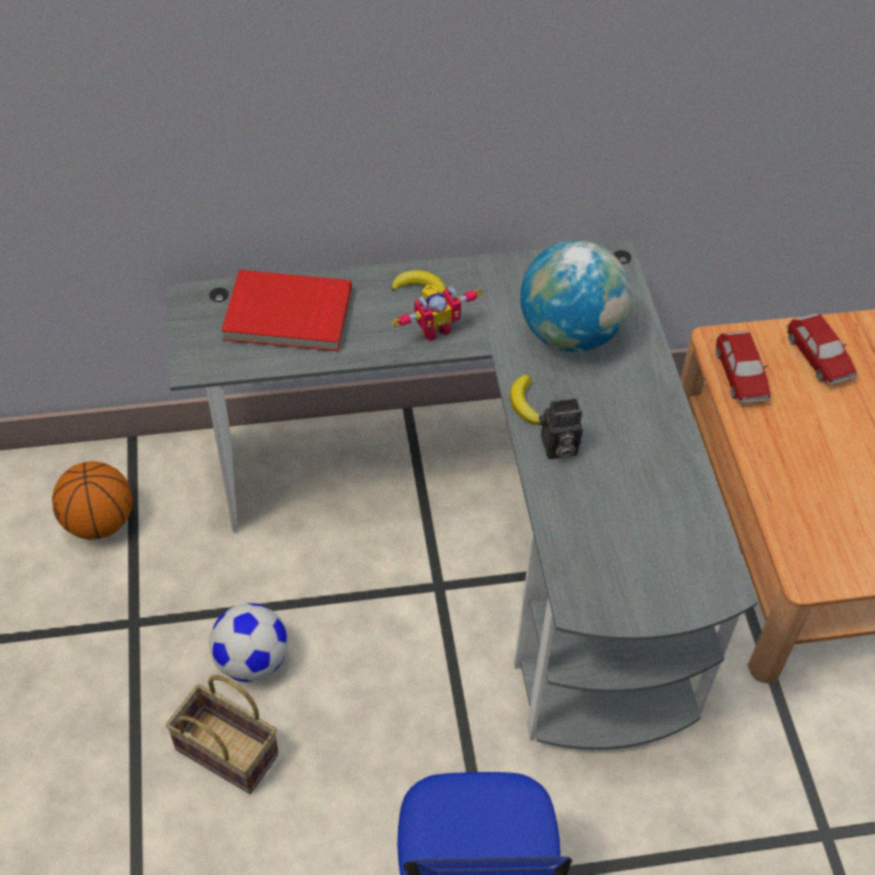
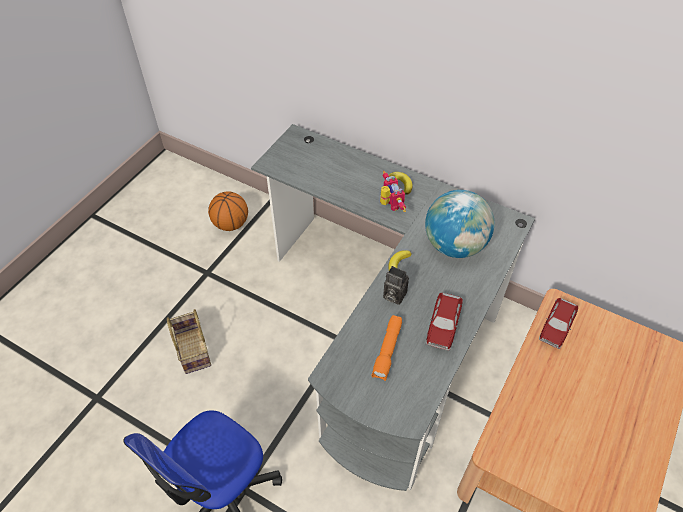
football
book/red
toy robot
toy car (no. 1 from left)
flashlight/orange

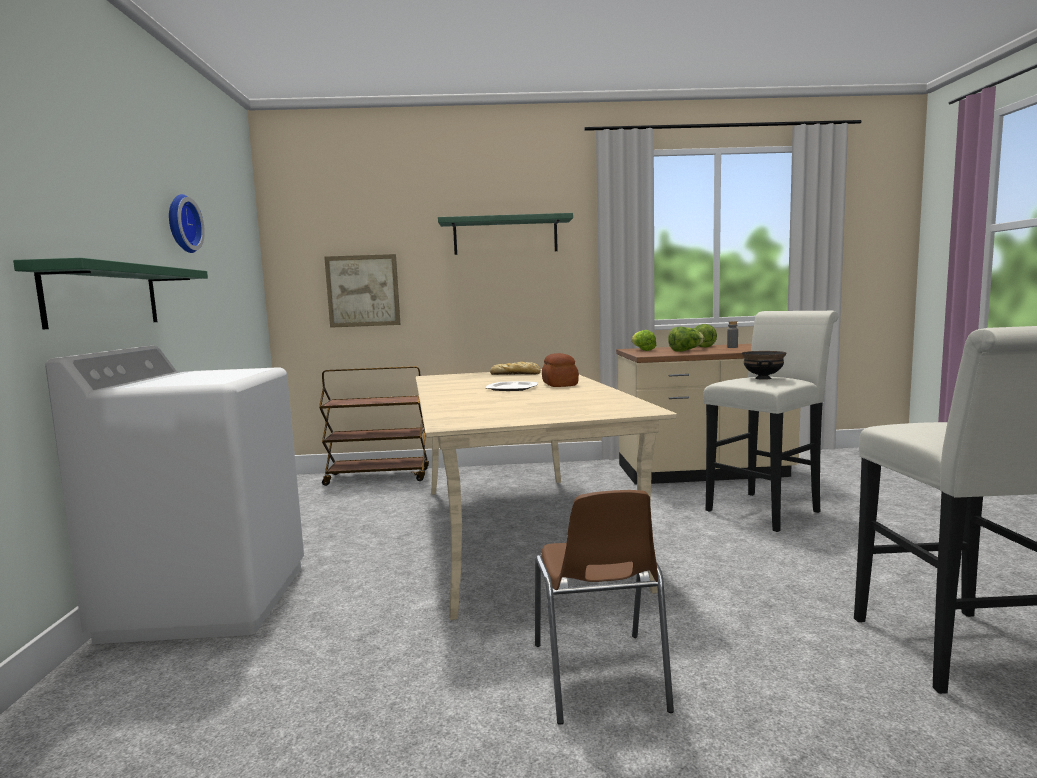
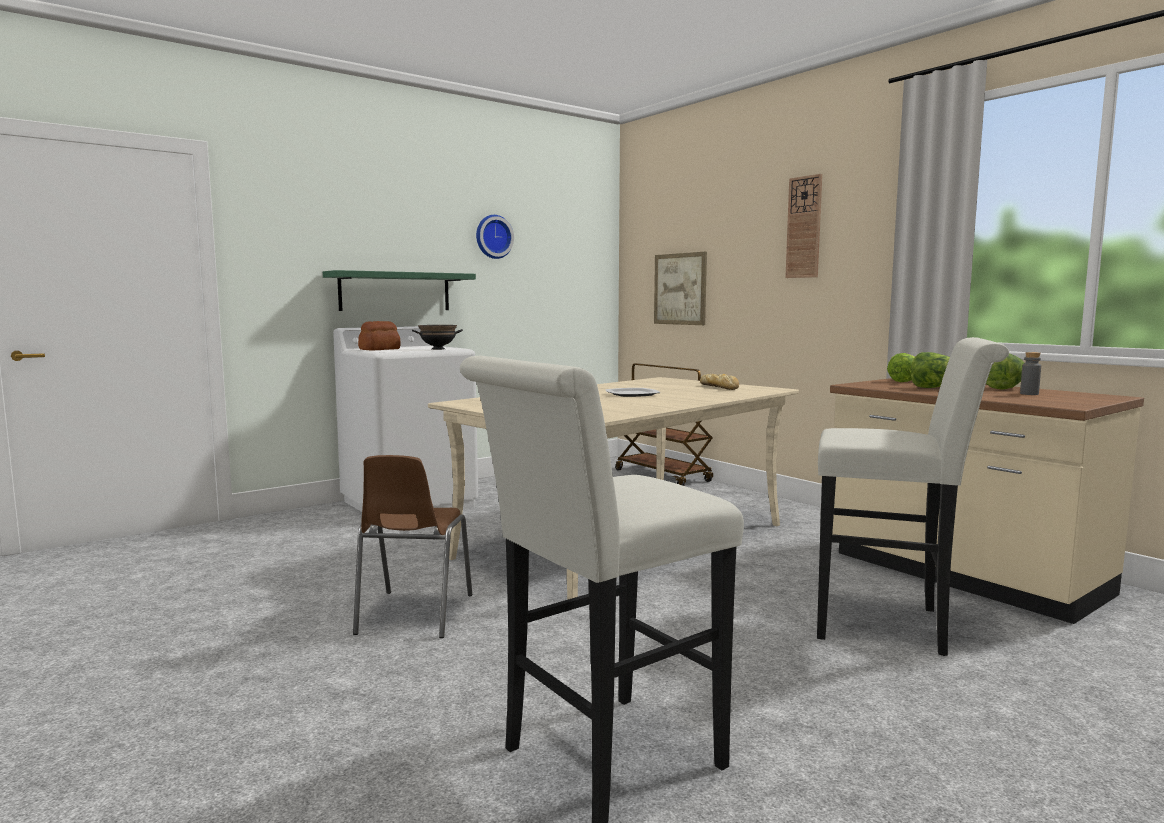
wall clock (no. 2 from left)
chair/brown
bread (no. 1 from left)
bowl/black

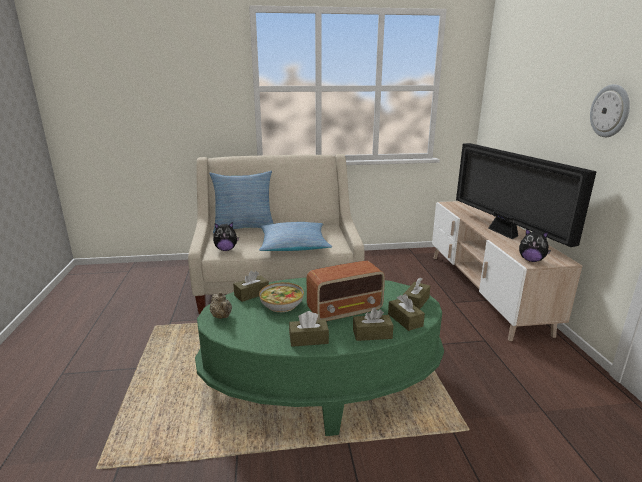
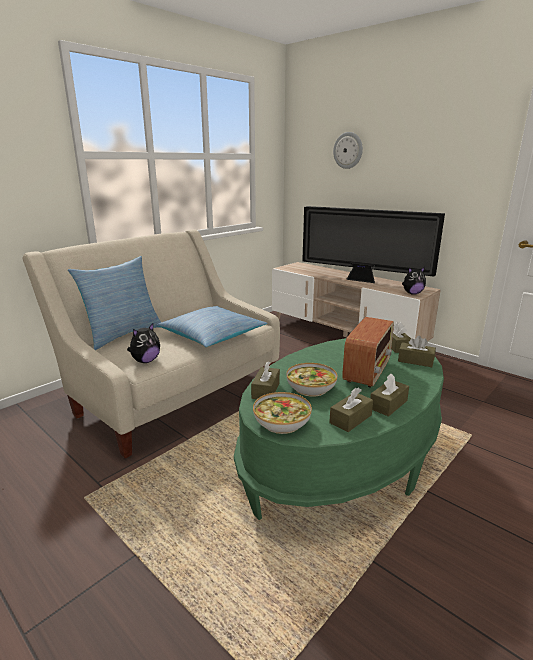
bowl (no. 1 from left)
tissue box/brown (no. 2 from left)
wall clock

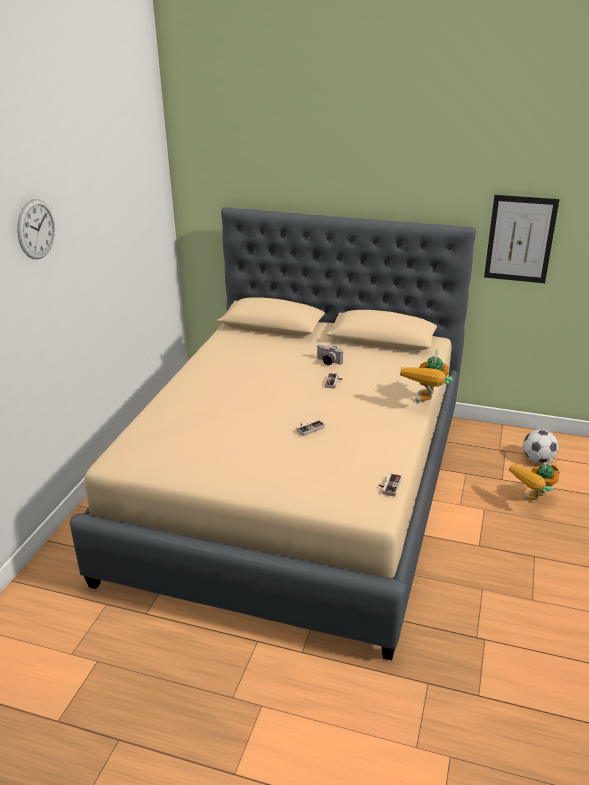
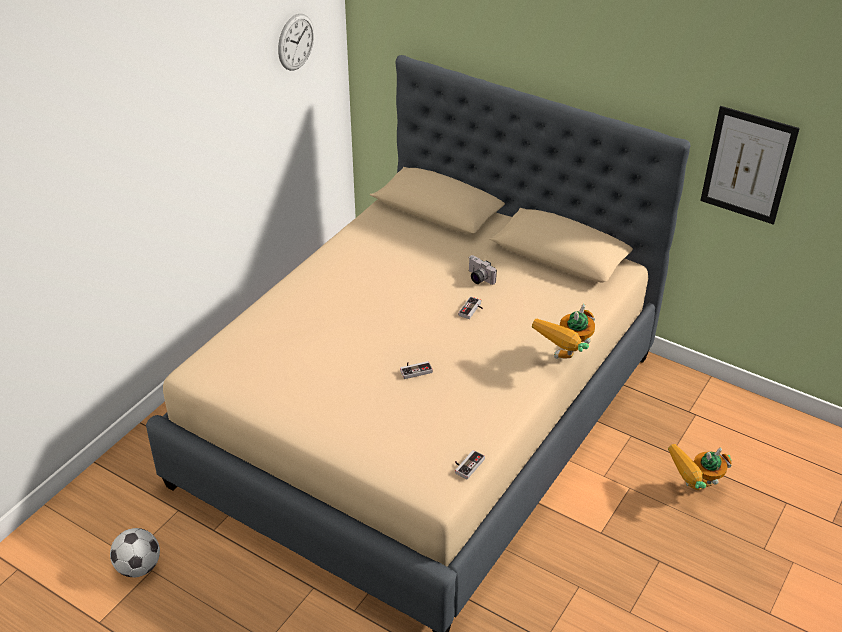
wall clock
football

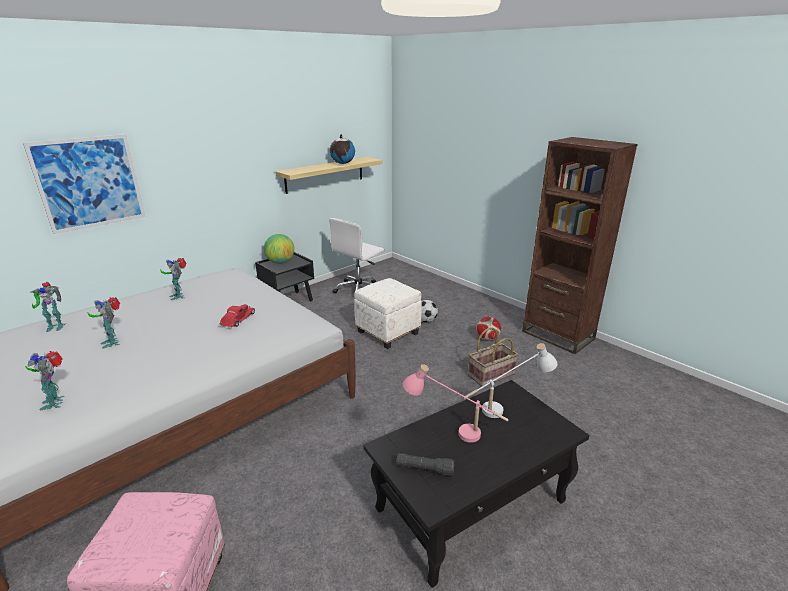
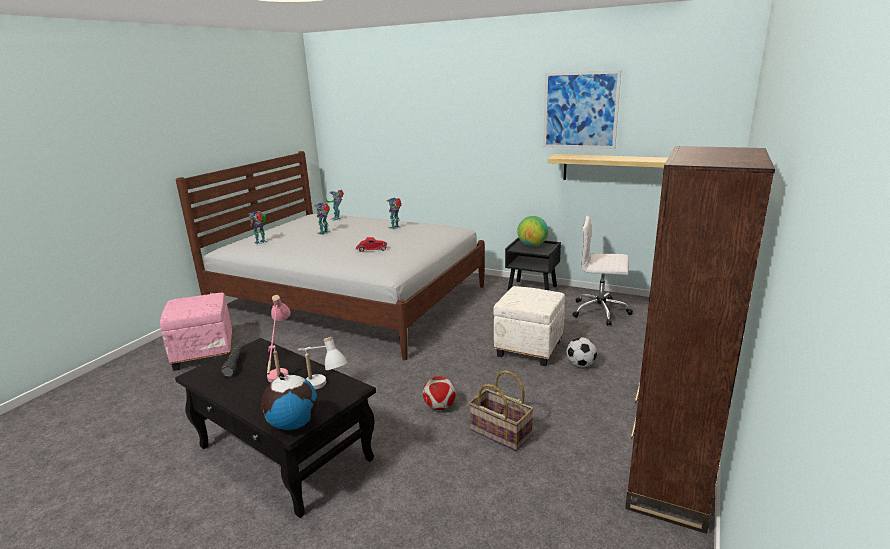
picture
globe (no. 1 from left)
football (no. 1 from left)

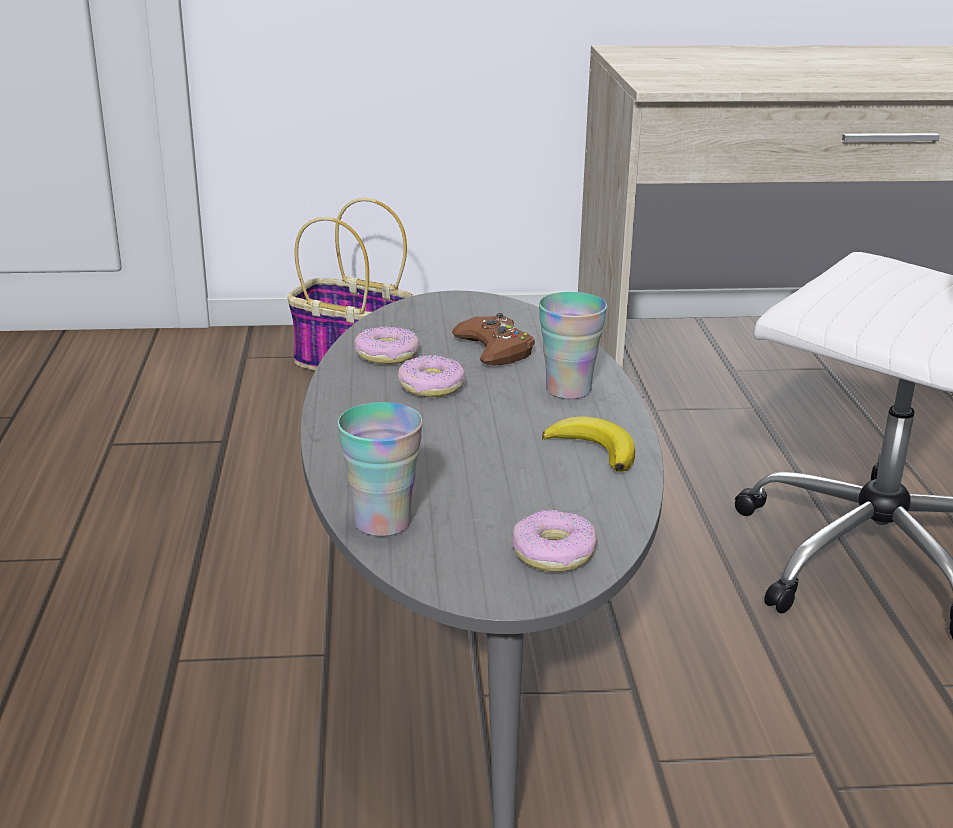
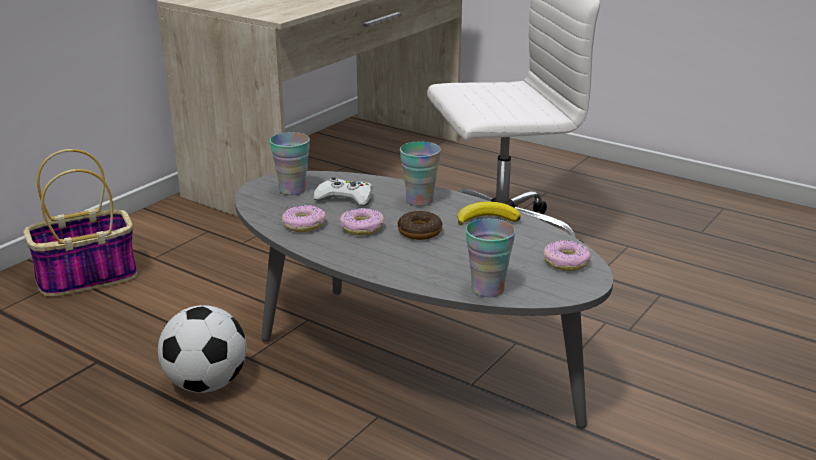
game controller/white
football
cup (no. 1 from left)
donut (no. 3 from left)

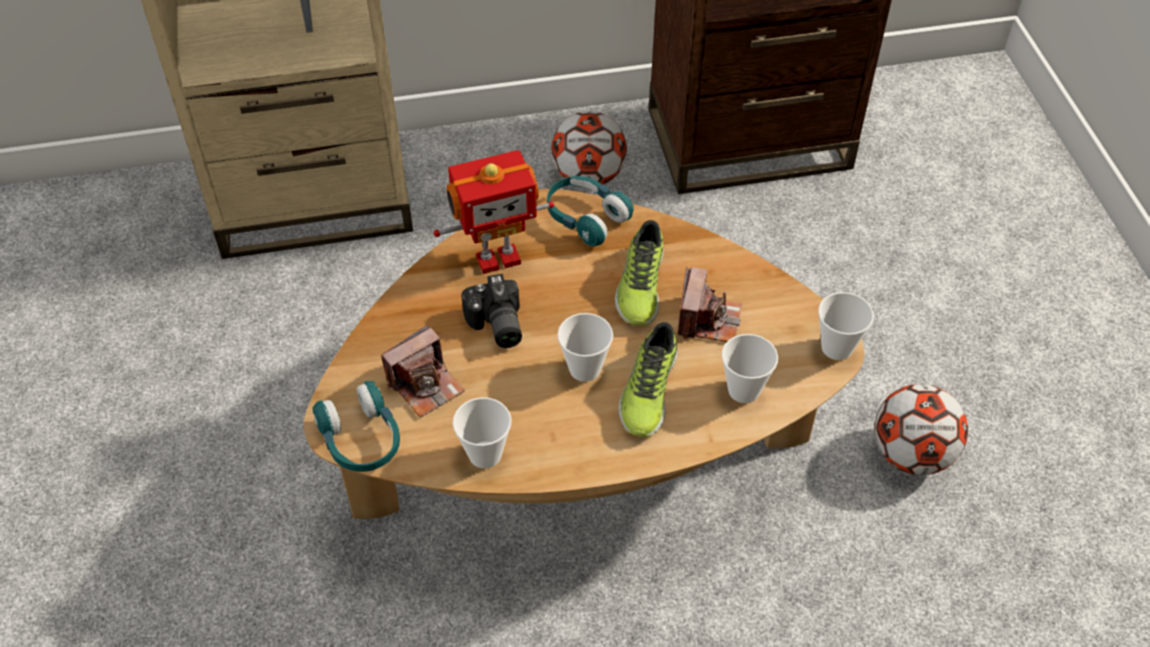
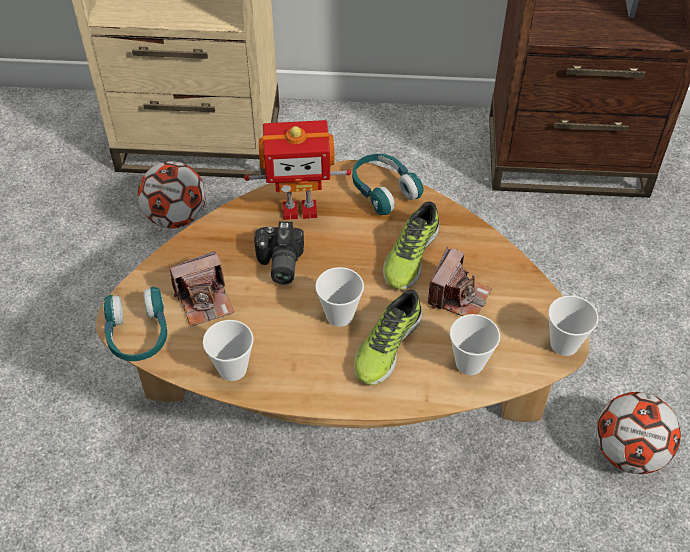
football (no. 1 from left)

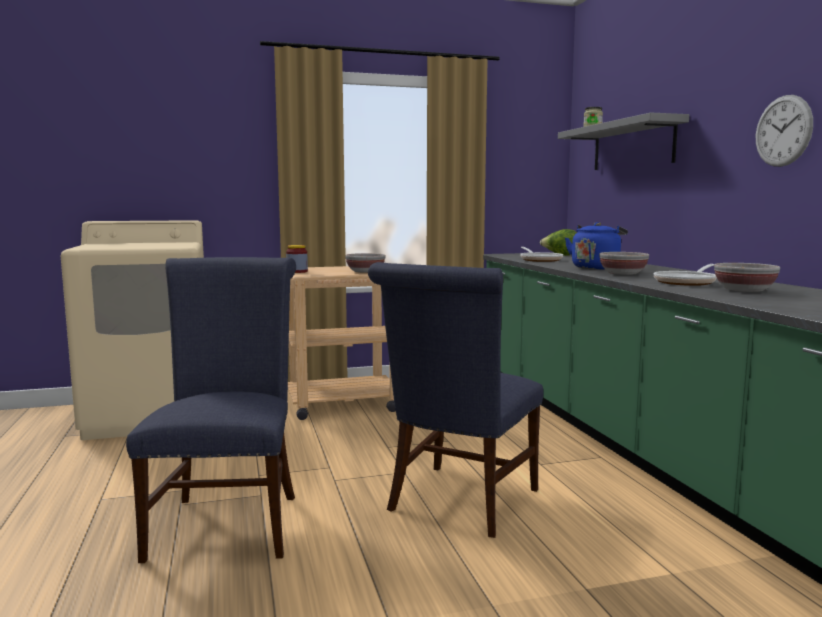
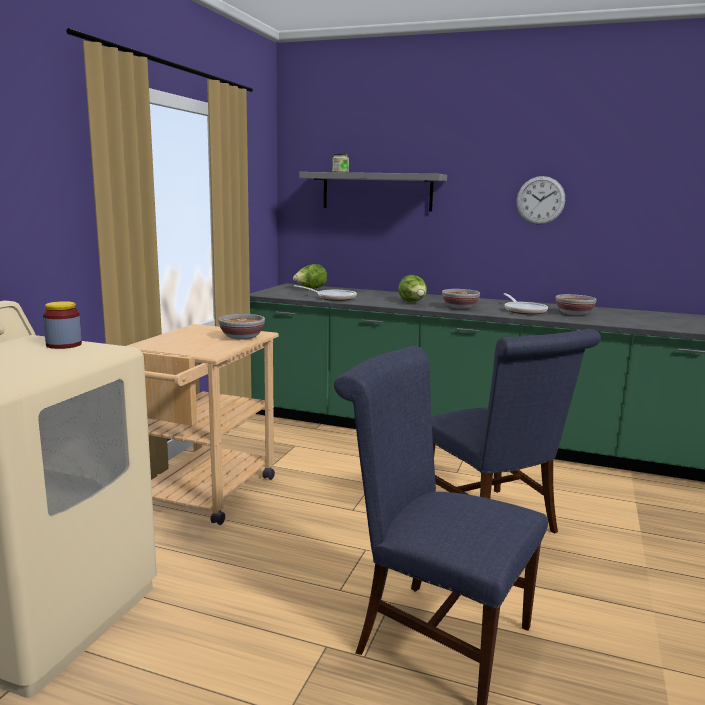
jar (no. 1 from left)
lettuce (no. 2 from left)

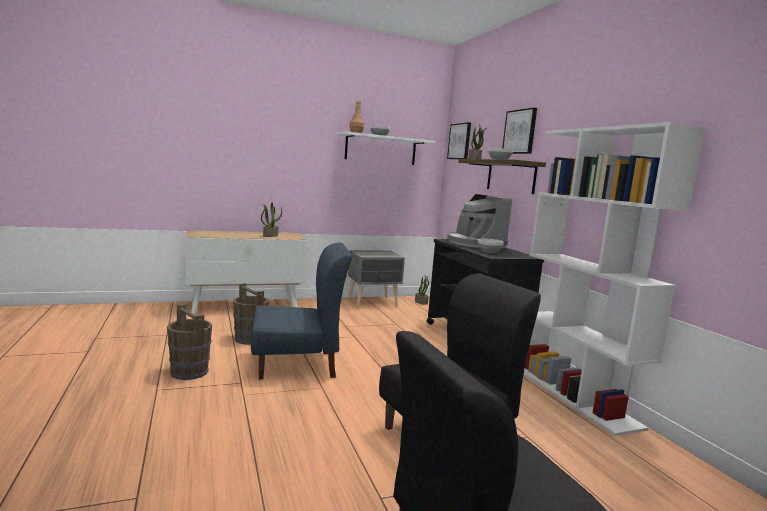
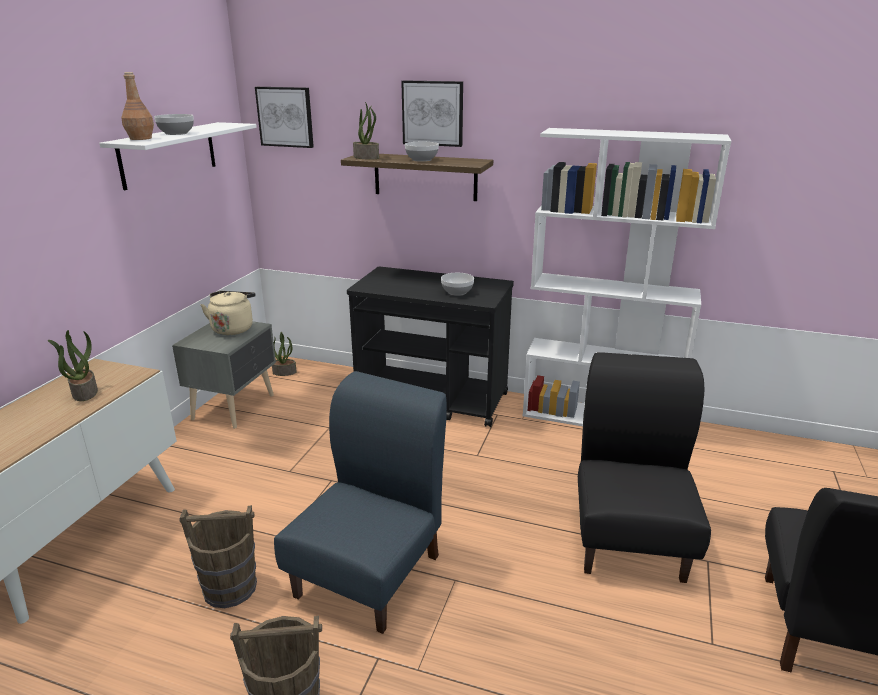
coffee machine
kettle/beige

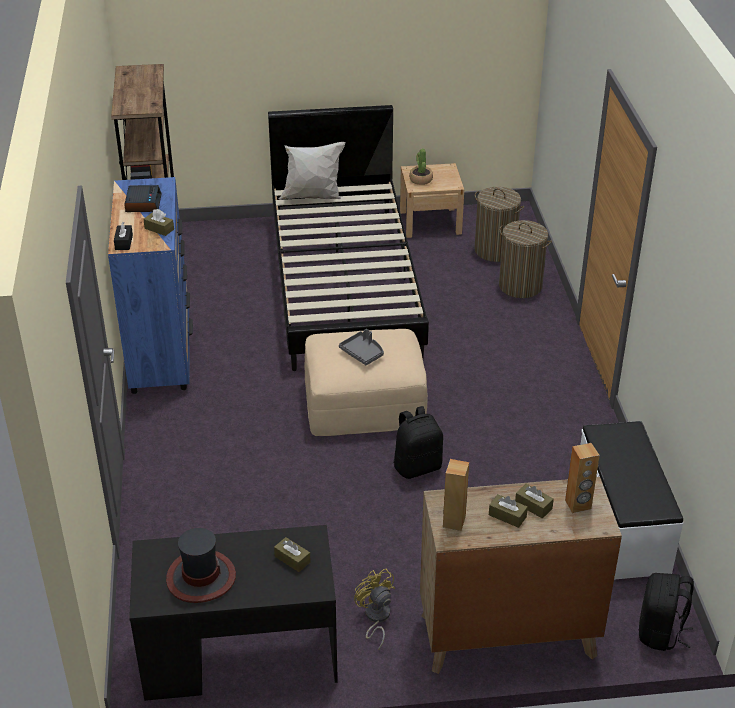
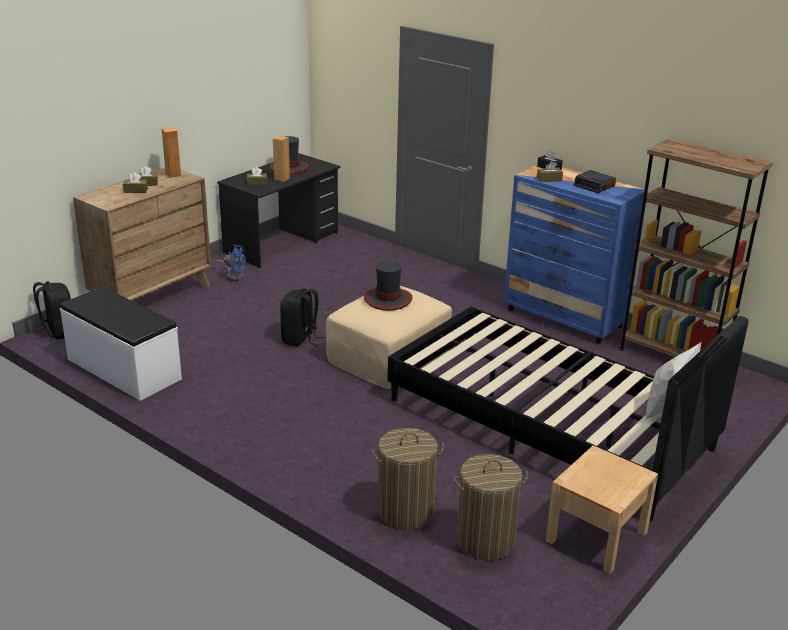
hat (no. 2 from left)
fan/blue
potted plant
speaker/brown (no. 2 from left)

